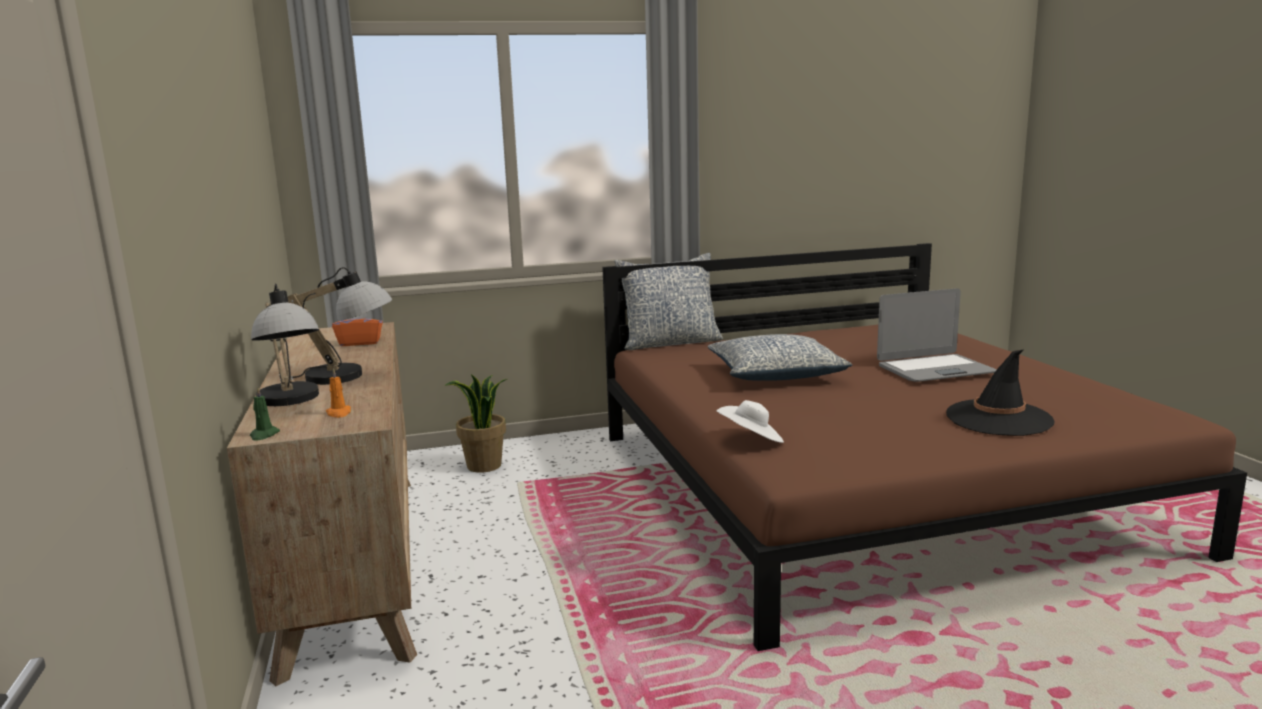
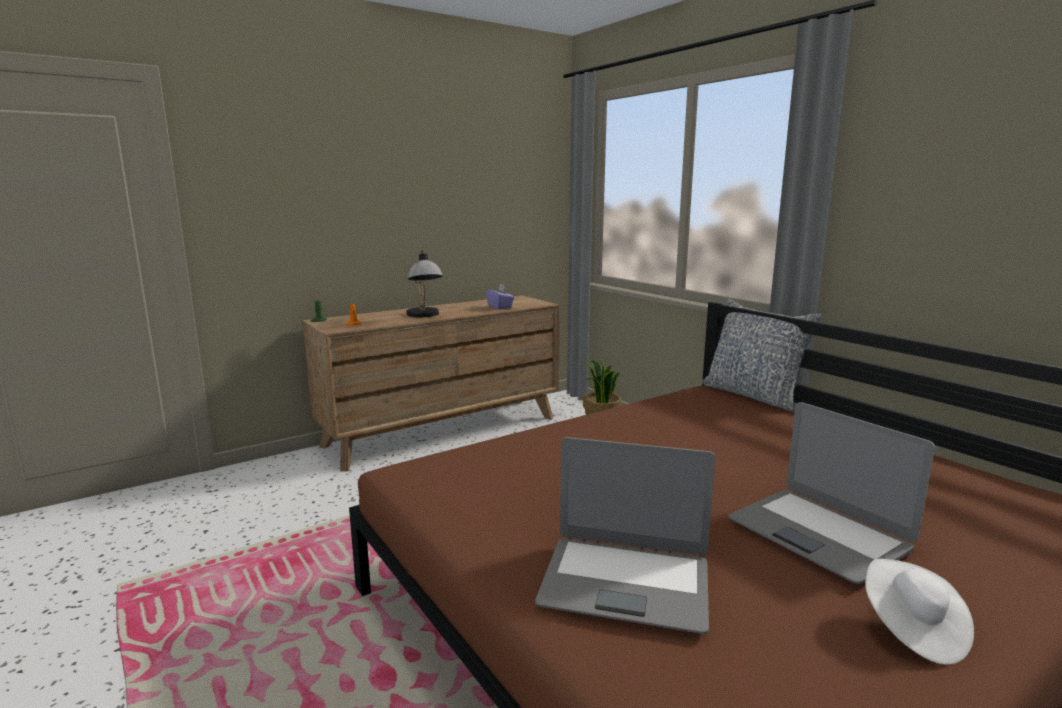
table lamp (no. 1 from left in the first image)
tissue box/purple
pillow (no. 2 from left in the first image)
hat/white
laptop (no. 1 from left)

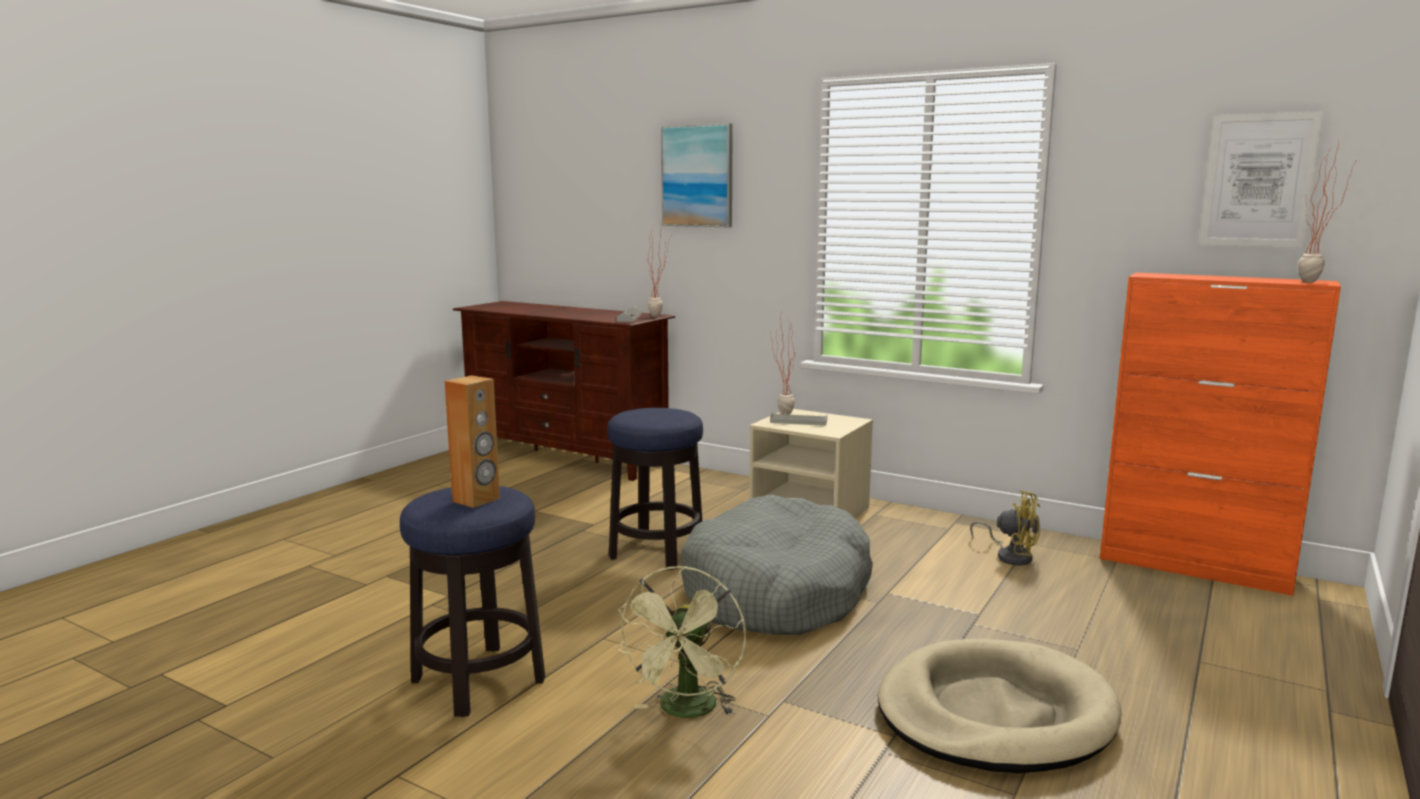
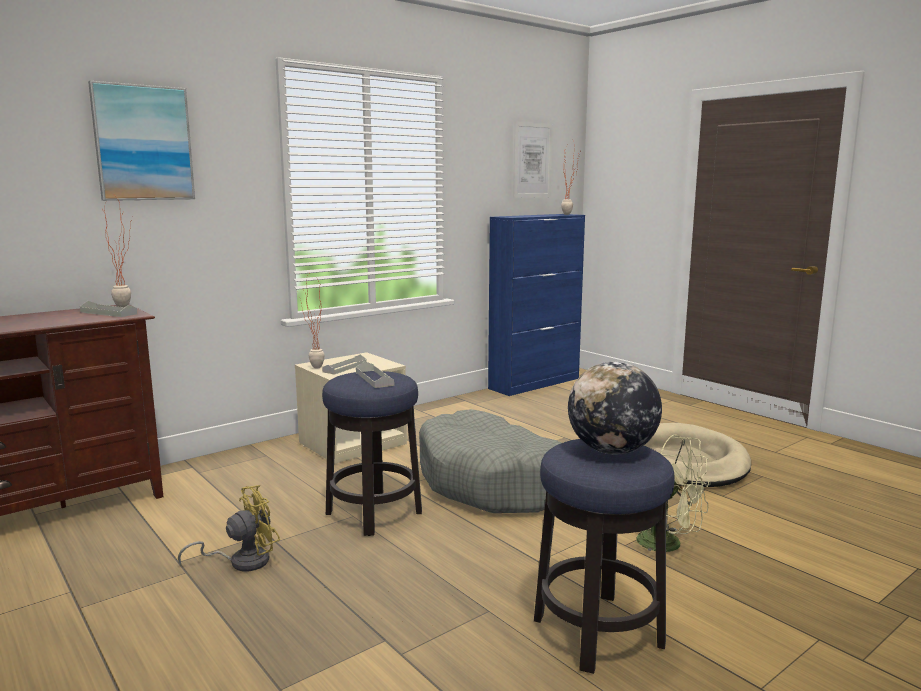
globe
fan/yellow
cabinet/blue
tray/grey (no. 3 from left)

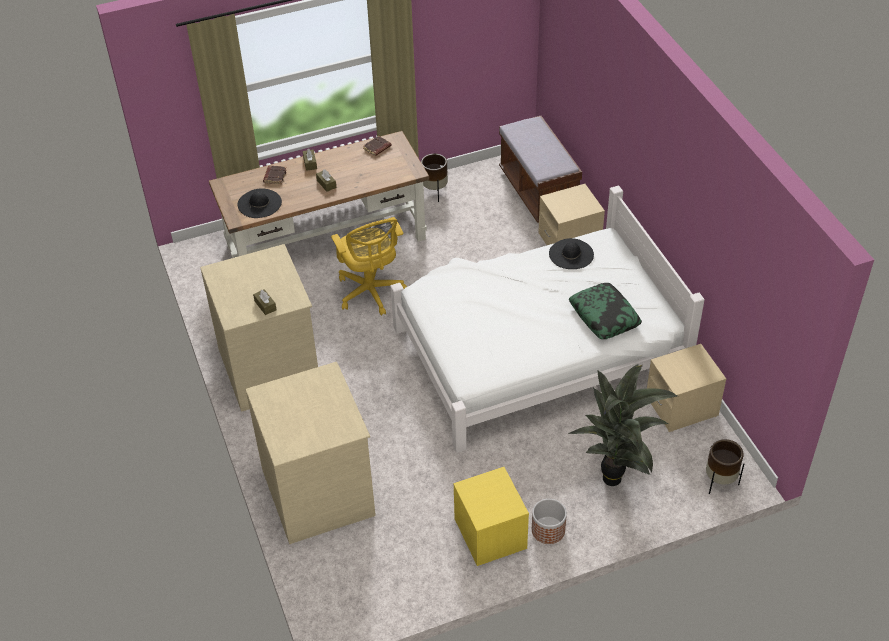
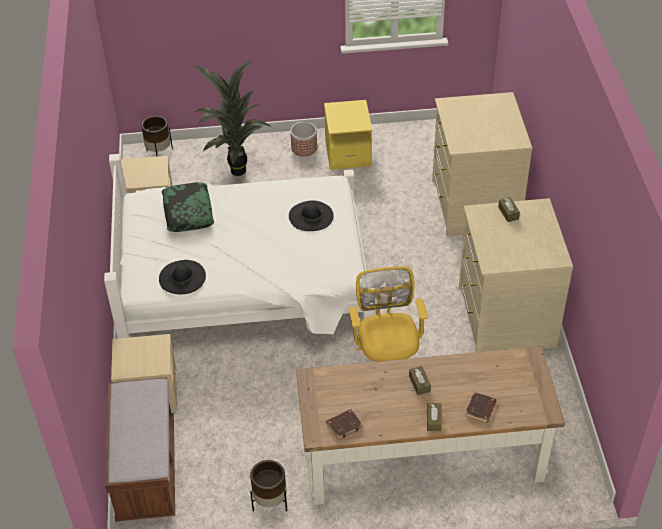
hat/black (no. 2 from left)

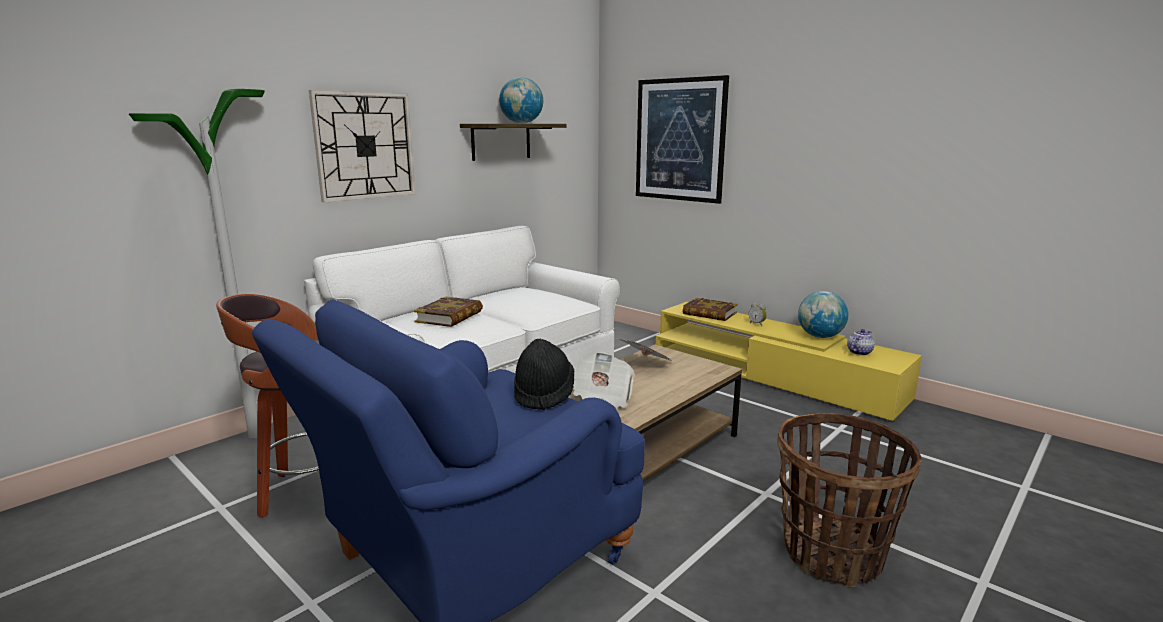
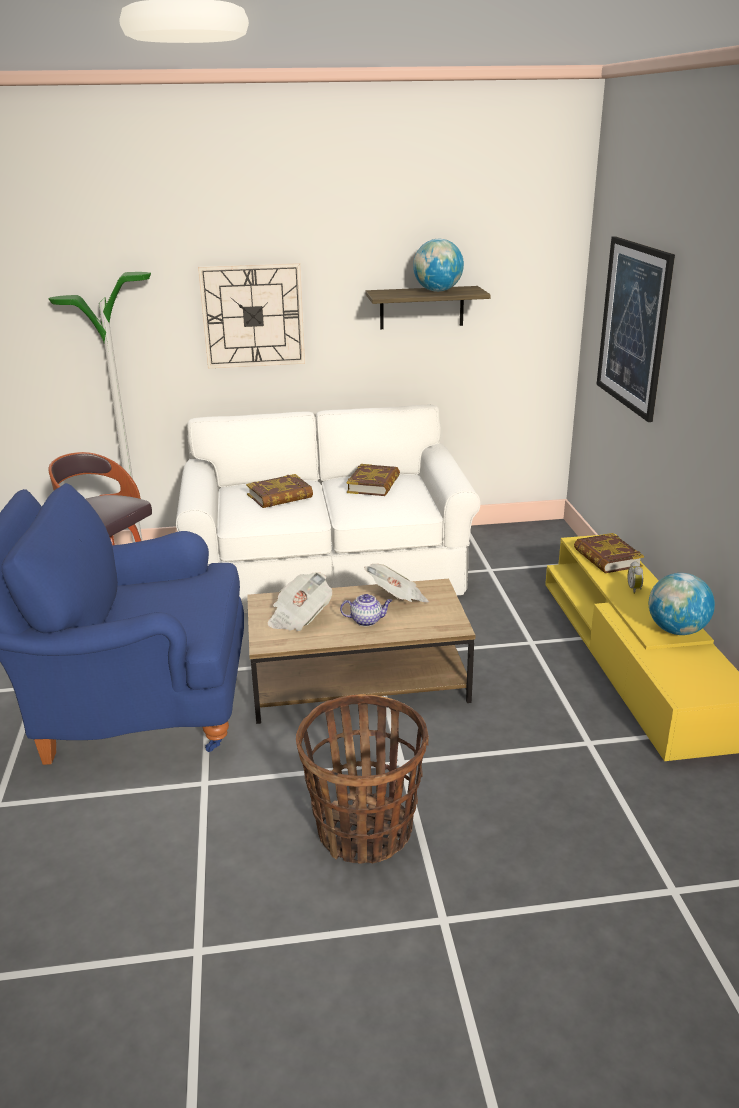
hat/black
teapot
book (no. 2 from left)

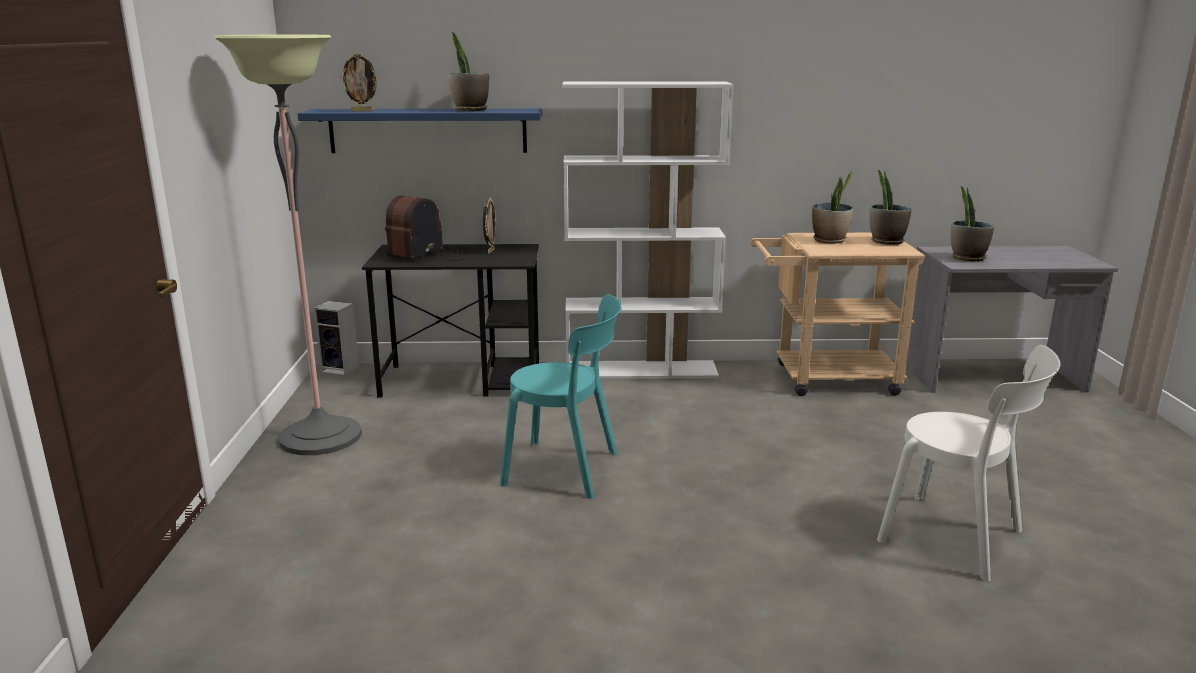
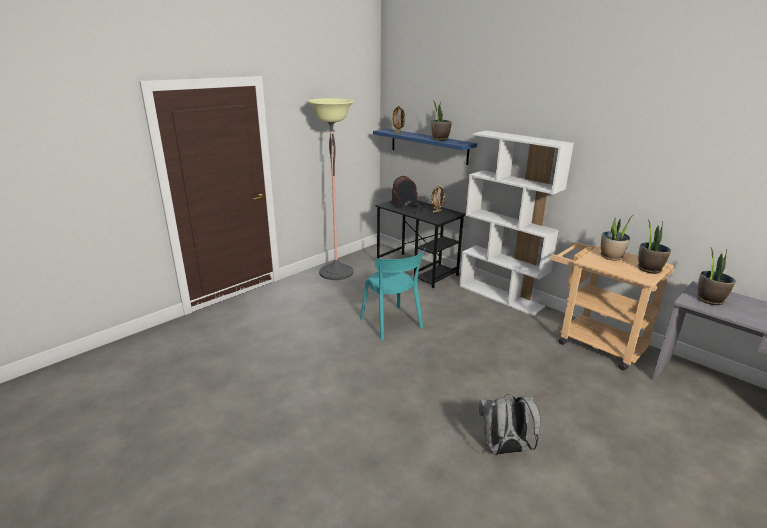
speaker
backpack/grey

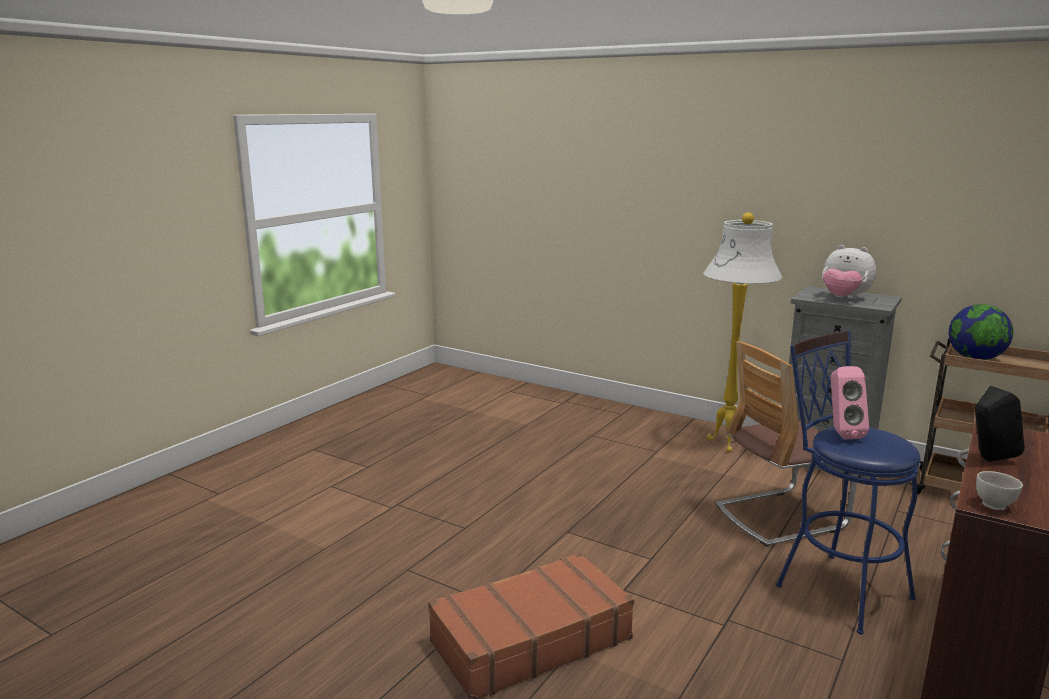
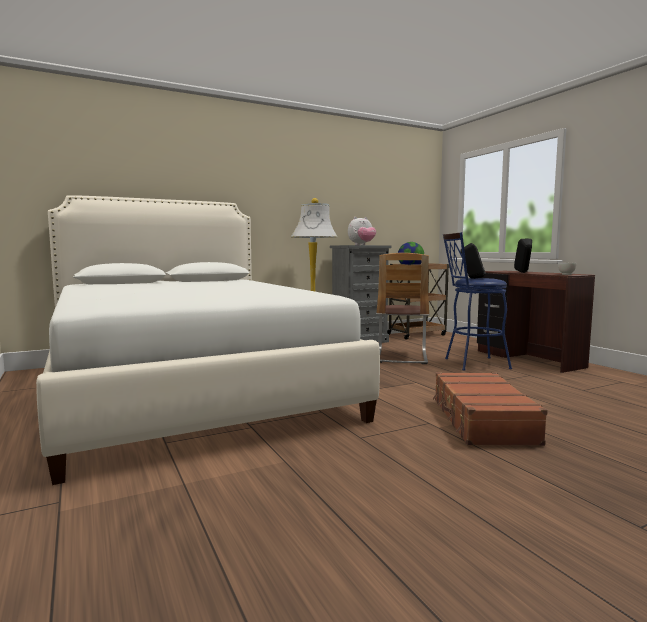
speaker/black (no. 1 from left)
bed/white

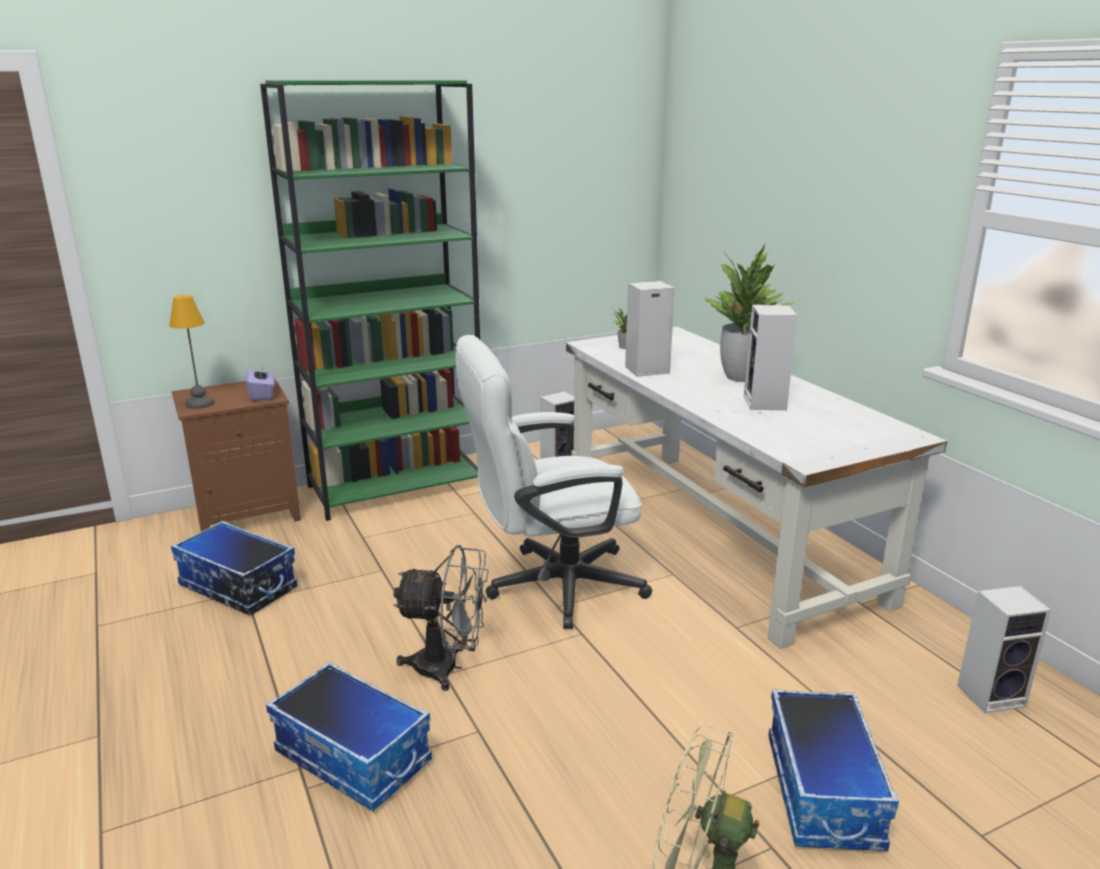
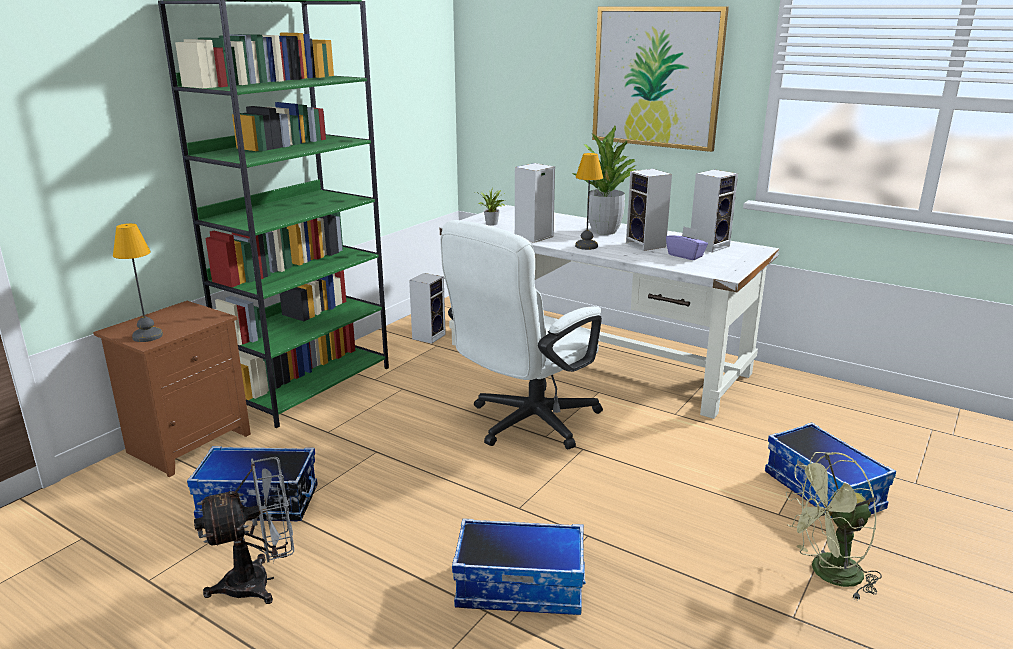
tissue box/purple
fan/grey
speaker (no. 4 from left)
table lamp (no. 2 from left)
picture

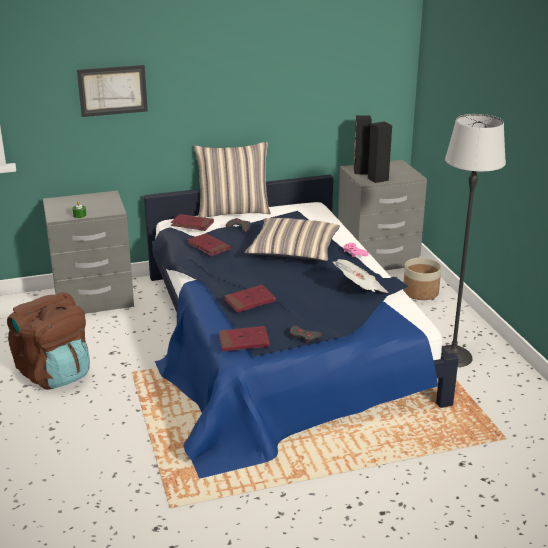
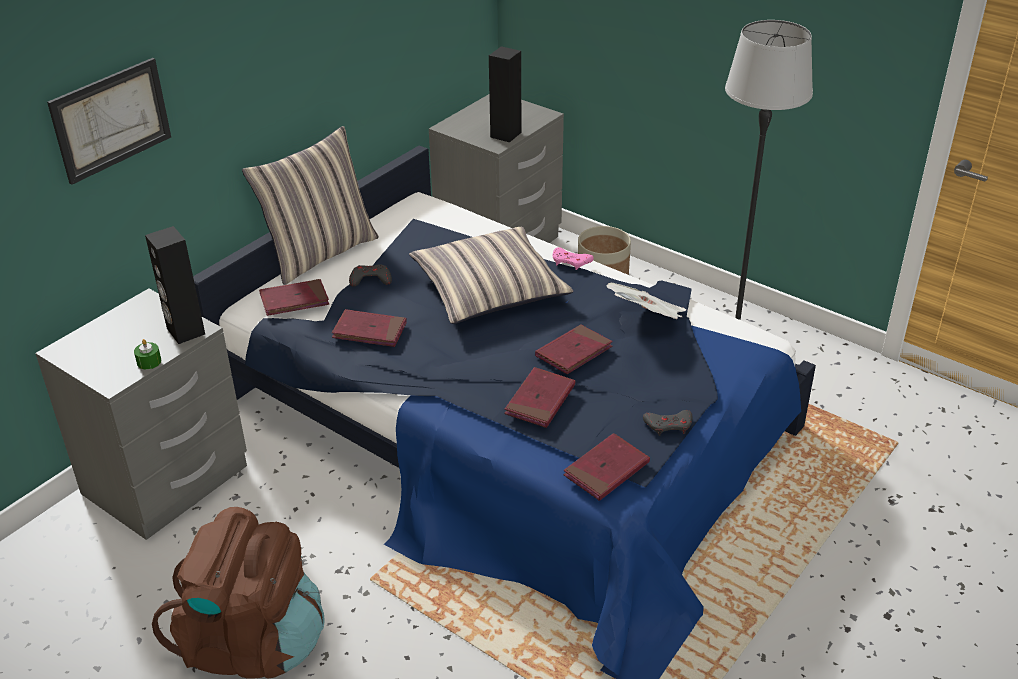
speaker/black (no. 1 from left)
book/red (no. 4 from left)

